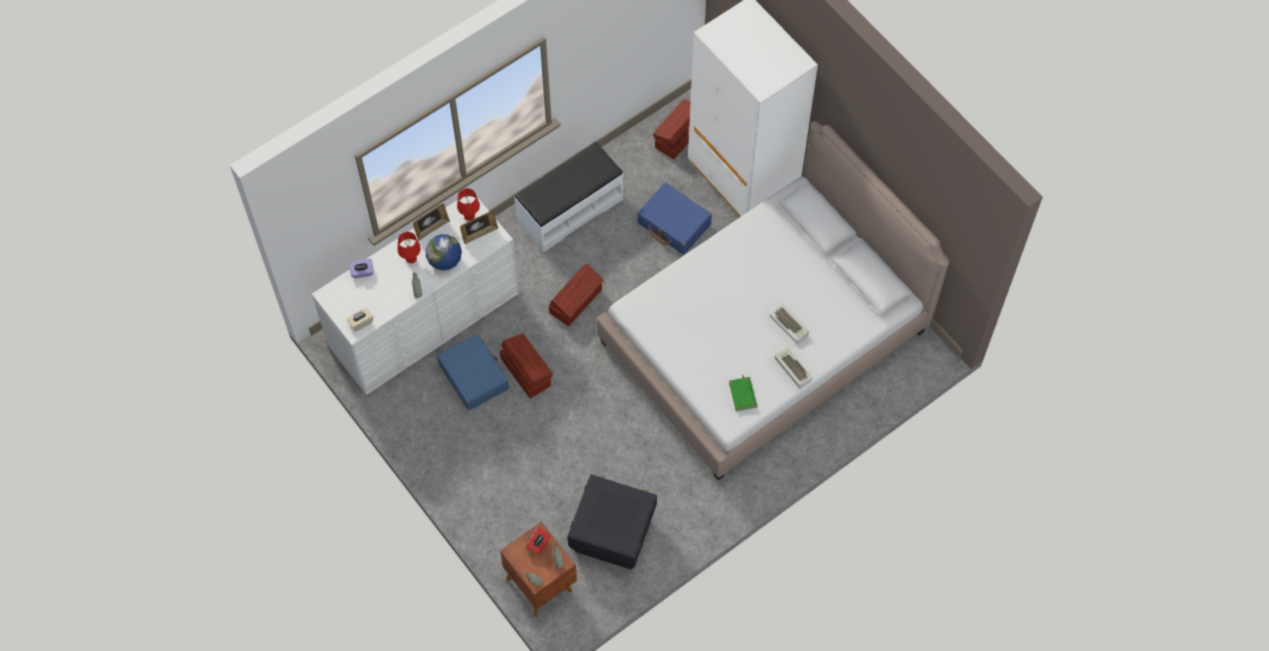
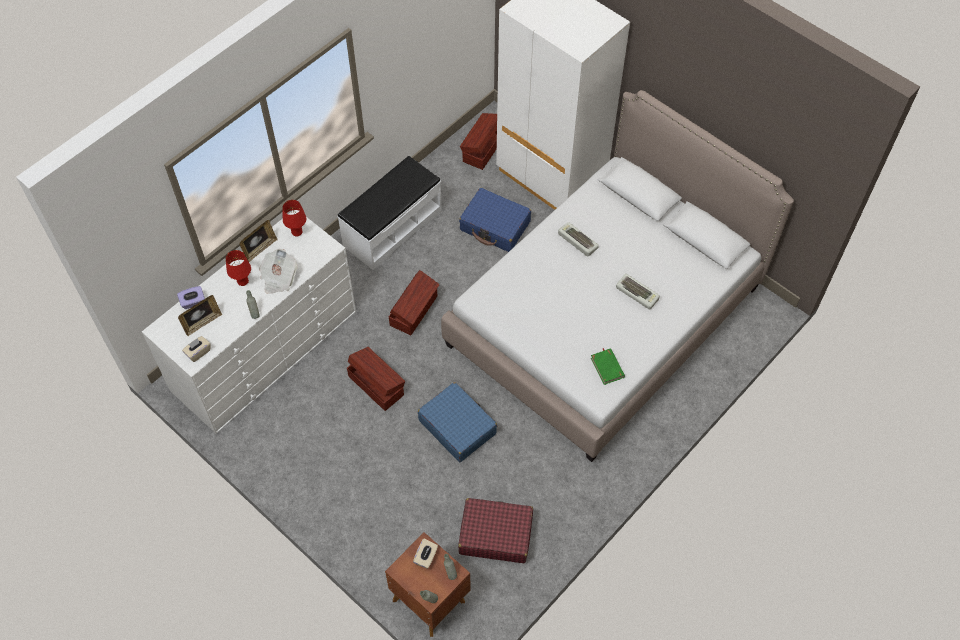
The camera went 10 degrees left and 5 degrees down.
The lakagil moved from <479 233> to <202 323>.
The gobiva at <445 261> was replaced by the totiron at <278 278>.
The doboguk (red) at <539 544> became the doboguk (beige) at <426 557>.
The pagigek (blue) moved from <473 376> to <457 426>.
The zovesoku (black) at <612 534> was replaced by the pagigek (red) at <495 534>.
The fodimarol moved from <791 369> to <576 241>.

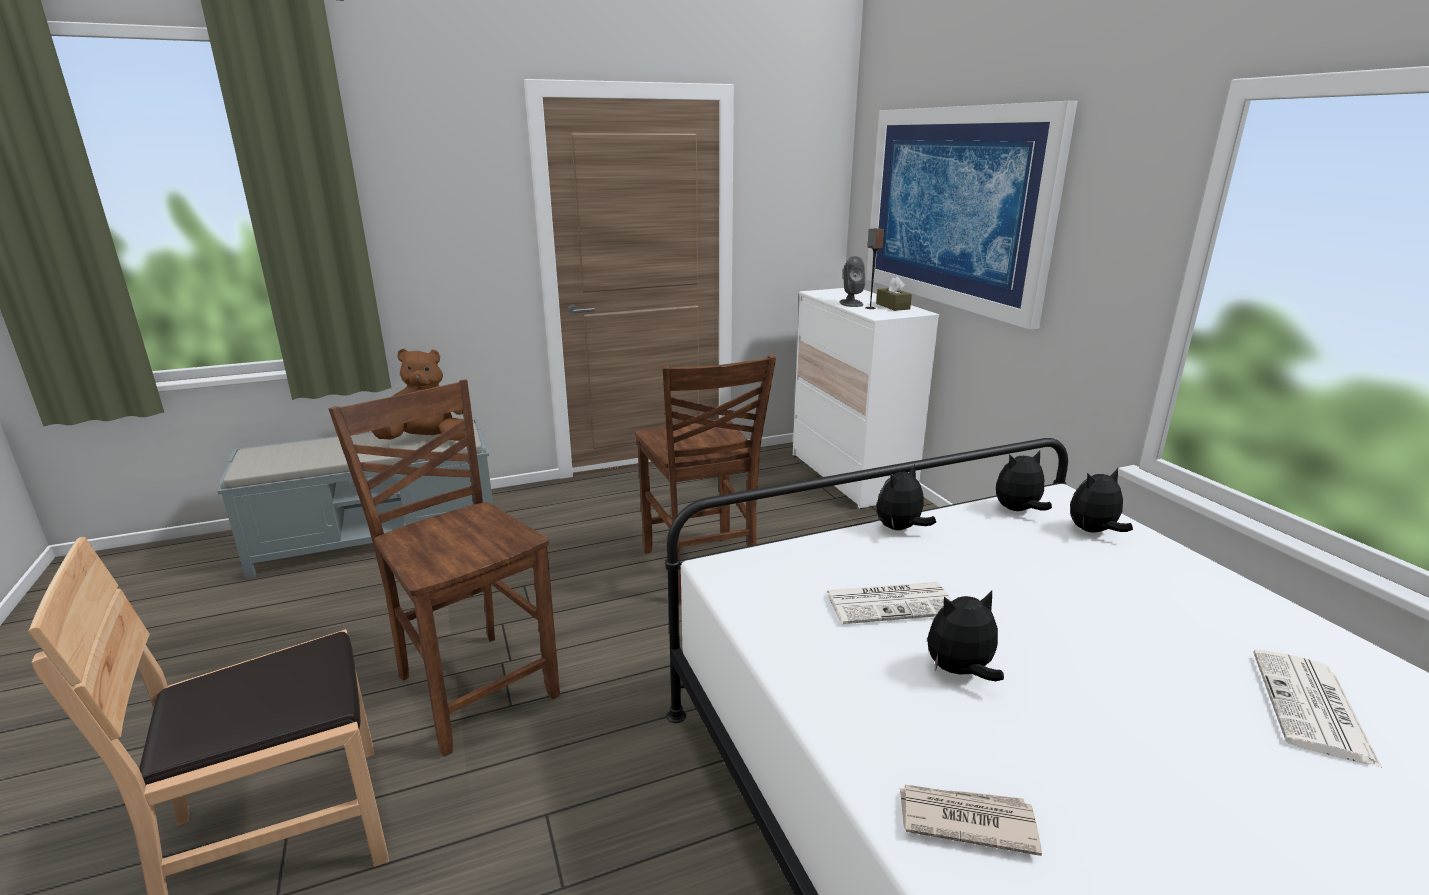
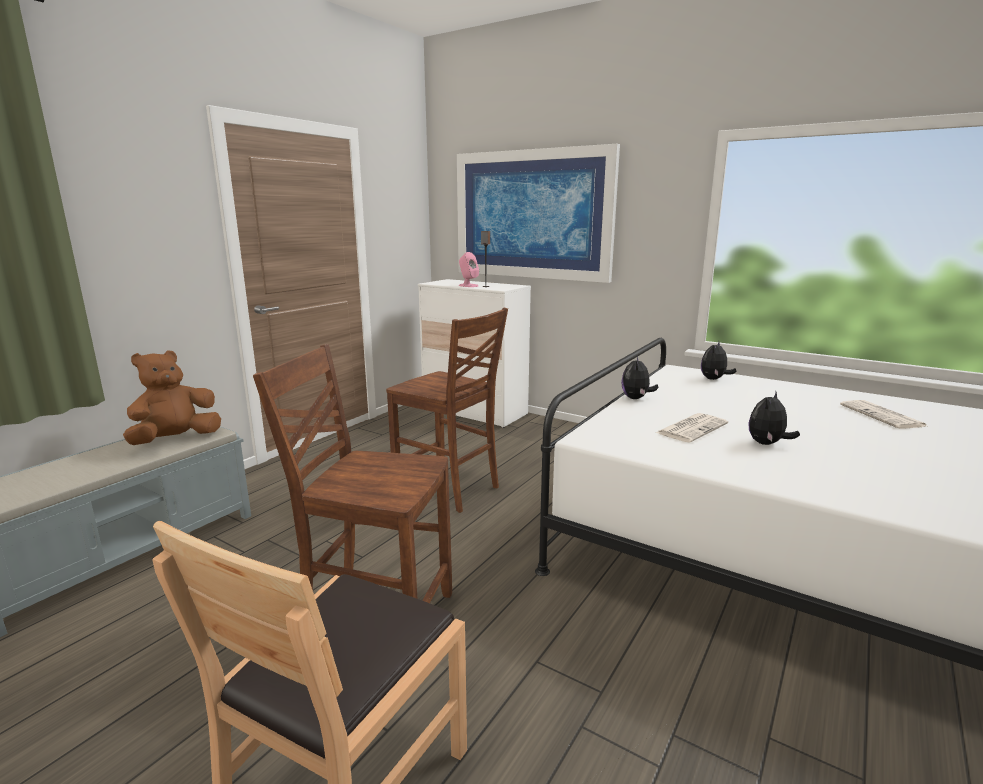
The camera went 35 degrees left and 5 degrees down.
The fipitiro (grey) at <851 303> became the fipitiro (pink) at <468 285>.
The doboguk (brown) at <892 306> disappeared.
The totiron at <965 820> disappeared.
The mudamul at <1018 510> disappeared.

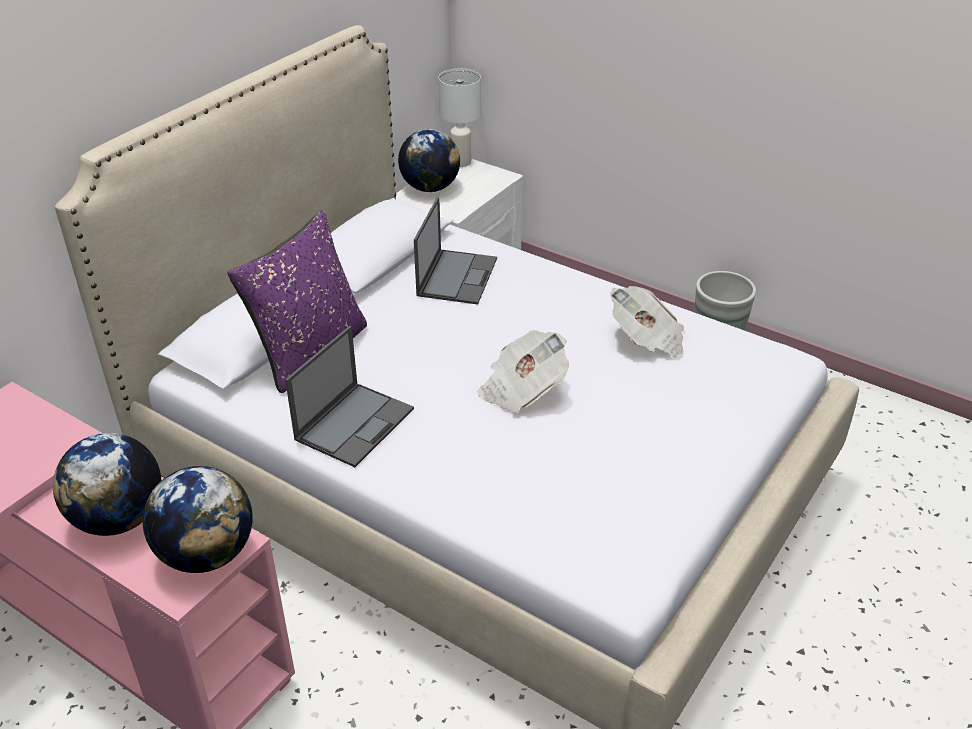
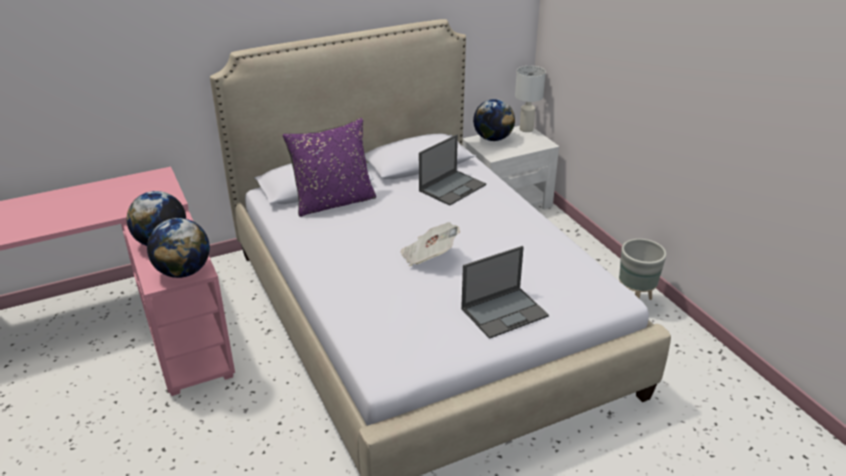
The camera went 30 degrees right and 5 degrees down.
The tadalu moved from <355 423> to <505 312>.
The totiron at <647 340> disappeared.

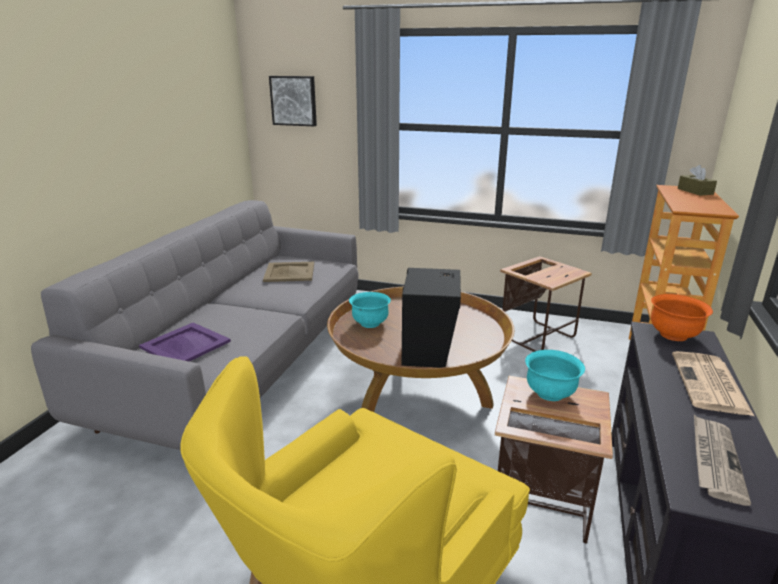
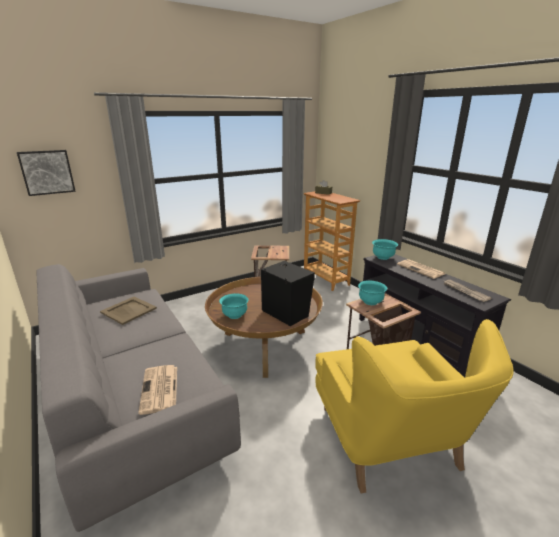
The camera went 50 degrees left and 0 degrees up.
The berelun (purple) at <185 345> was replaced by the totiron at <160 389>.
The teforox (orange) at <674 335> became the teforox (turquoise) at <383 257>.

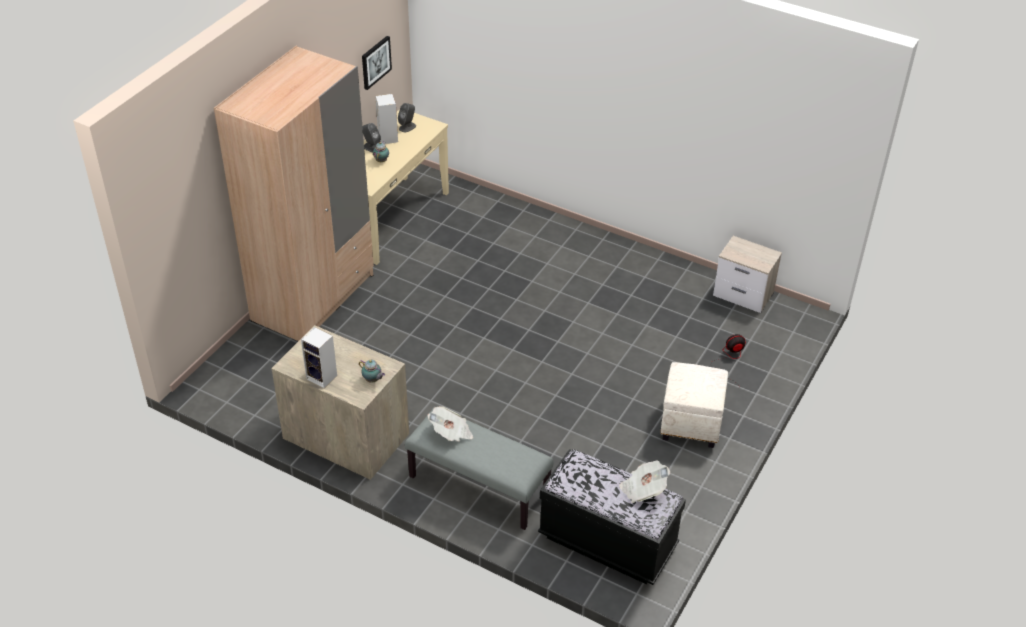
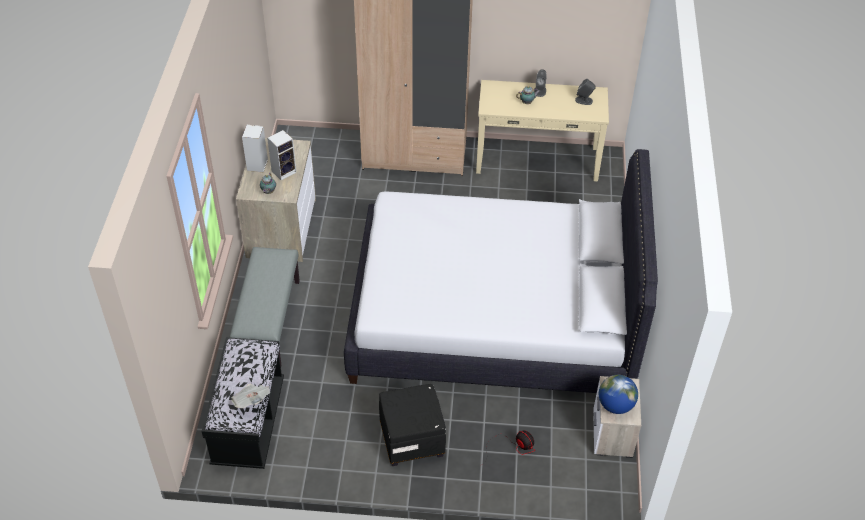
The camera went 65 degrees right and 5 degrees up.
The fipitiro moved from <387 137> to <284 171>.
The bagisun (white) at <492 317> appeared.
The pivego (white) at <691 425> became the pivego (black) at <411 441>.
The gobiva at <615 405> appeared.
The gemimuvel at <375 62> disappeared.
The totiron at <451 433> disappeared.

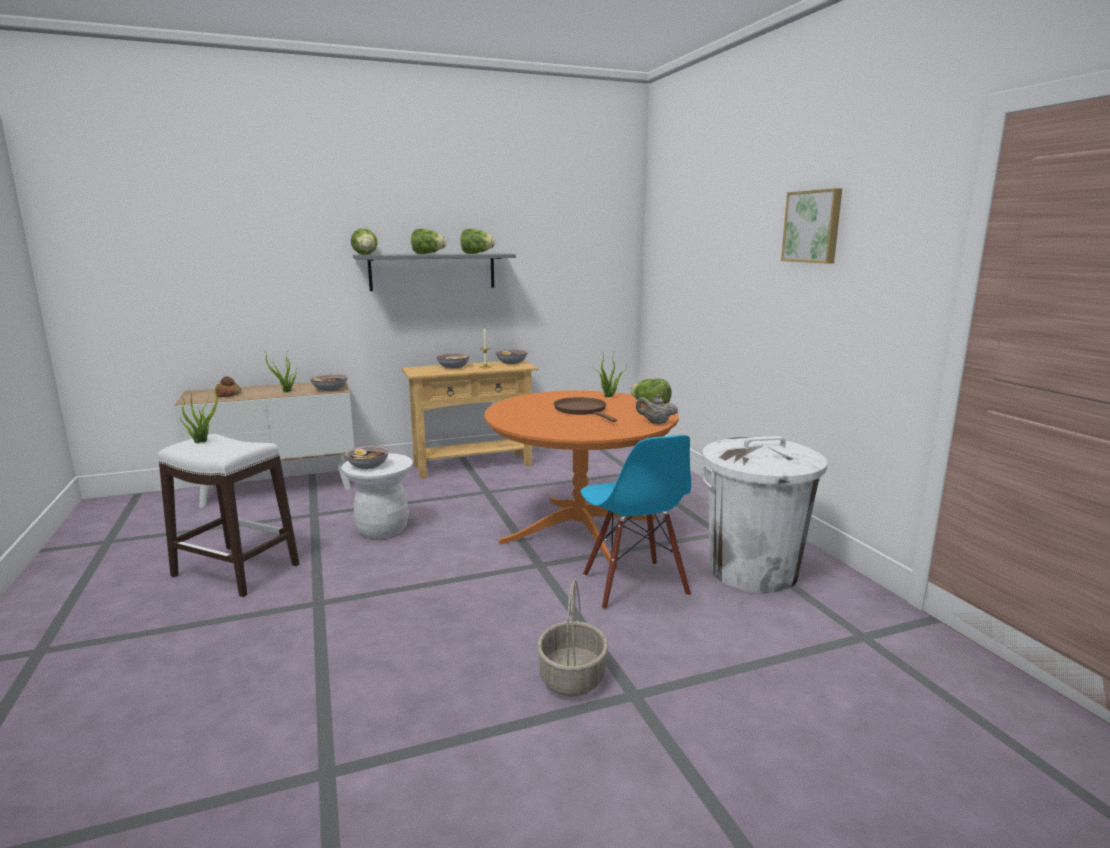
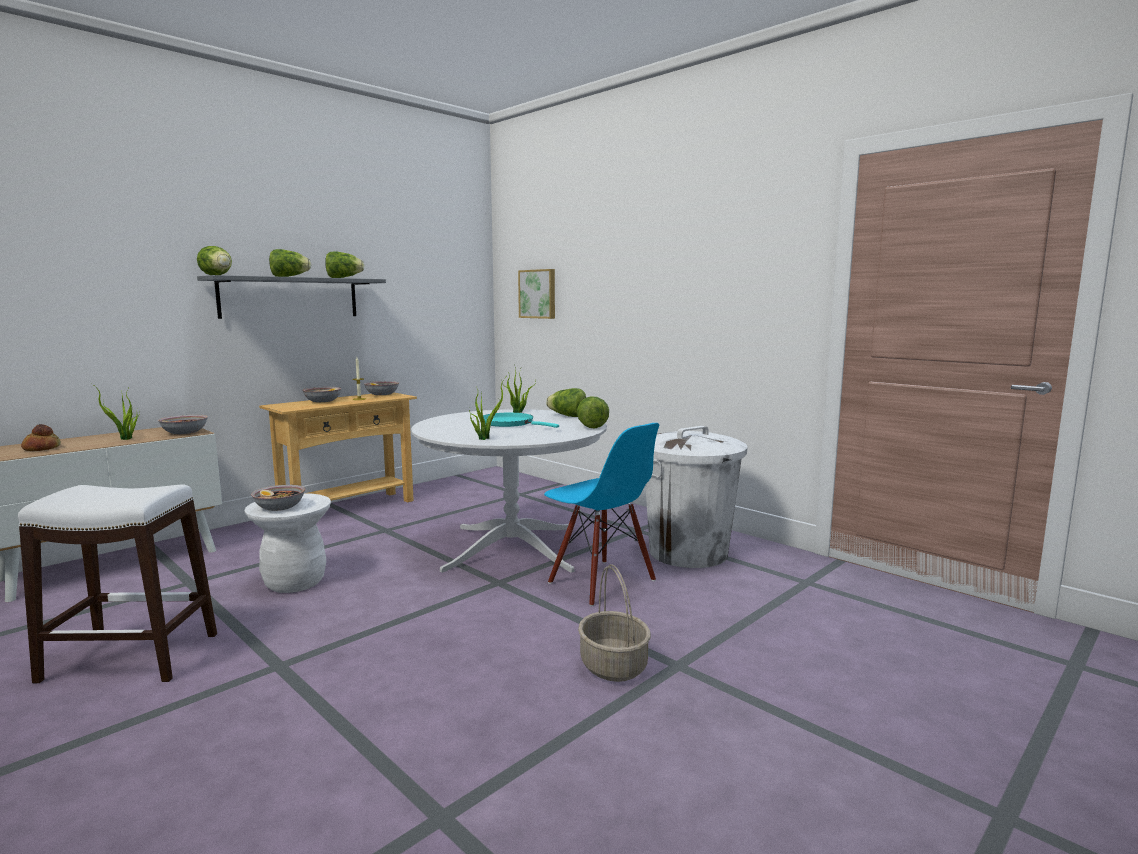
The camera went 25 degrees left and 5 degrees down.
The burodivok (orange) at <579 531> became the burodivok (white) at <512 548>.
The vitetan moved from <202 441> to <484 438>.
The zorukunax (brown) at <582 410> became the zorukunax (turquoise) at <510 423>.
The gemimuvel moved from <813 226> to <538 294>.
The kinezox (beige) at <656 423> was replaced by the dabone at <591 426>.

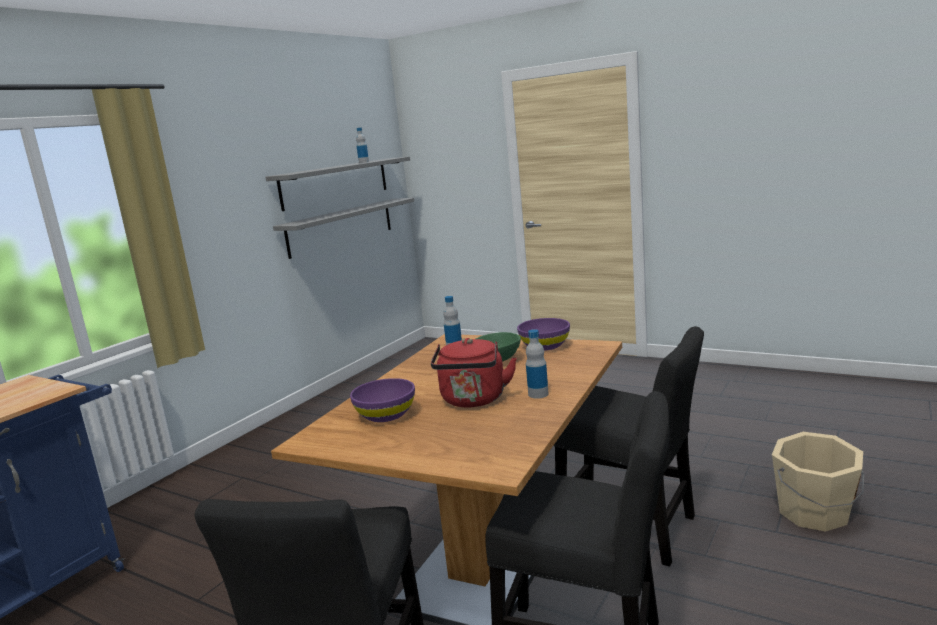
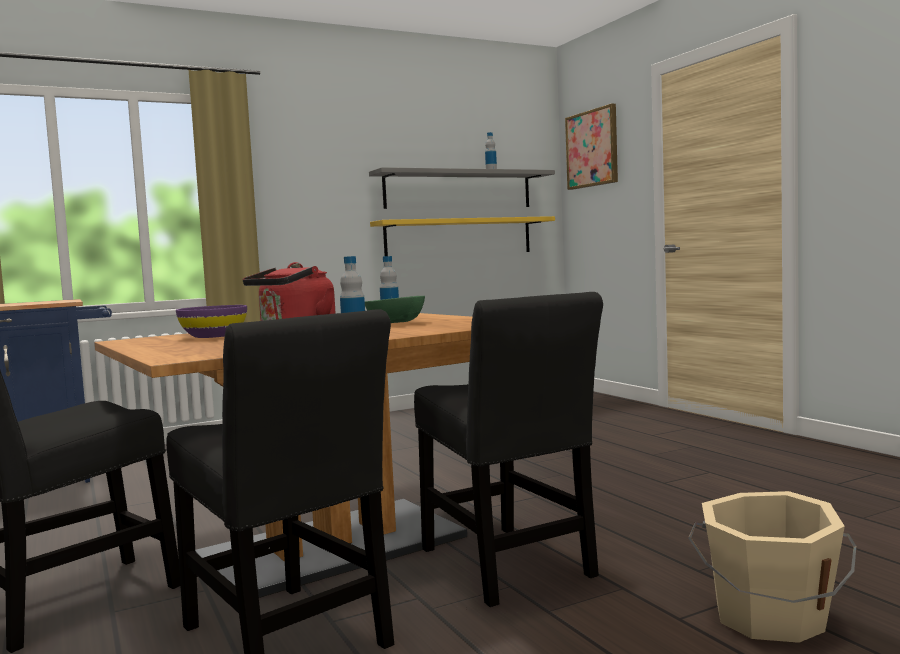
The camera went 30 degrees right and 10 degrees down.
The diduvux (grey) at <341 227> became the diduvux (yellow) at <459 237>.
The gemimuvel at <592 148> appeared.
The teforox (purple) at <544 346> disappeared.

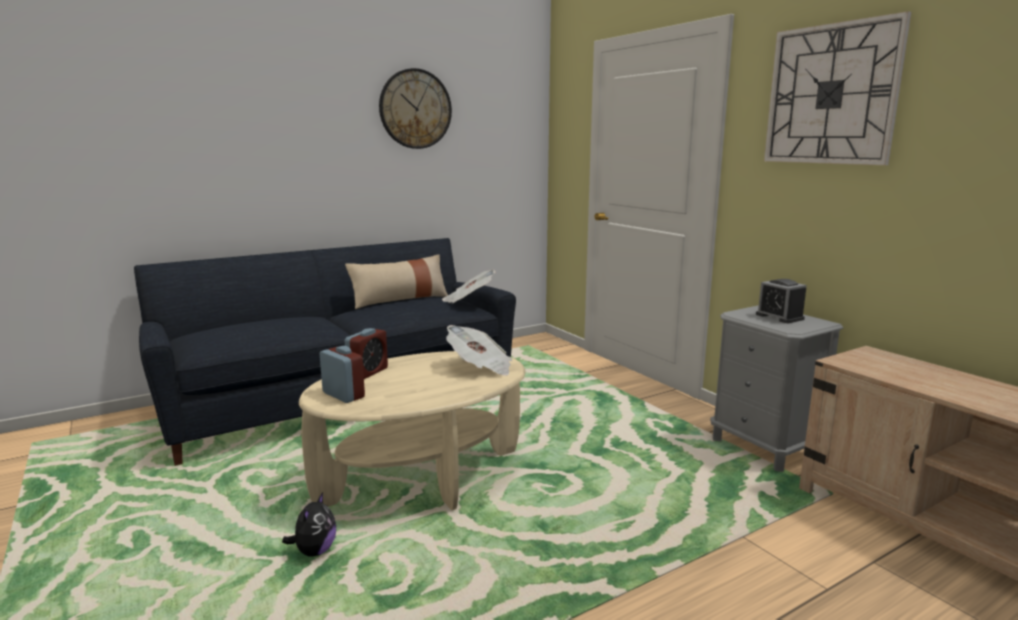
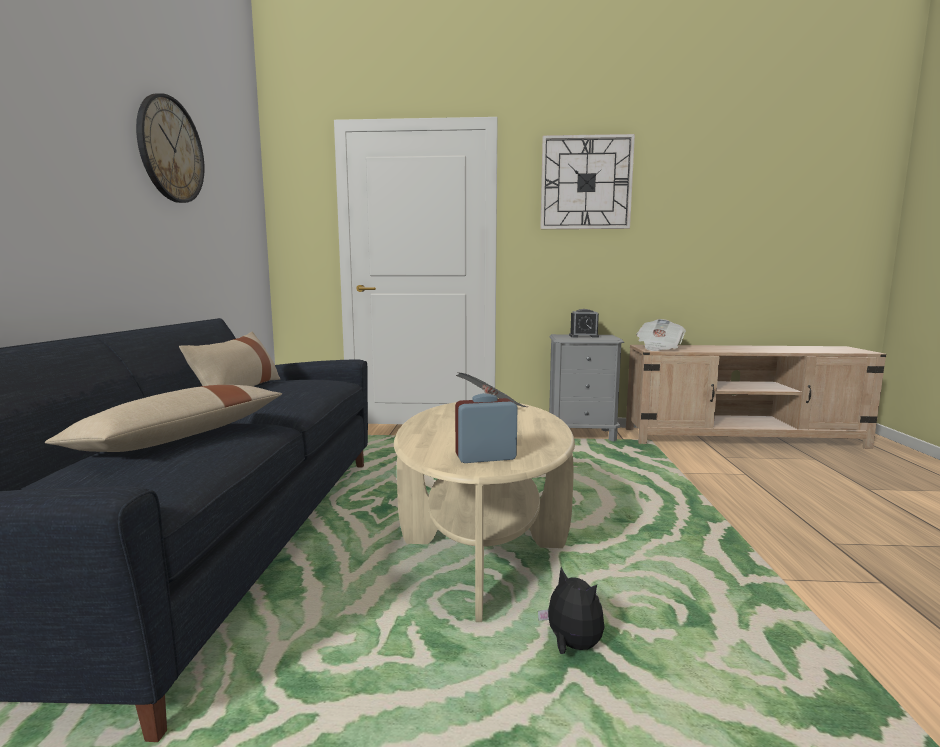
The camera went 55 degrees left and 5 degrees down.
The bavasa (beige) at <181 437> appeared.
The totiron moved from <468 301> to <659 348>.
The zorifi at <367 372> disappeared.

